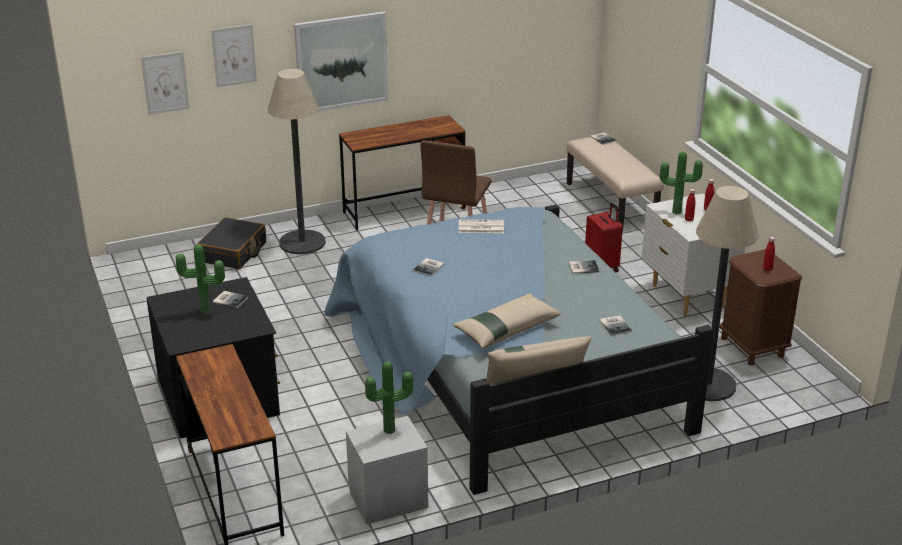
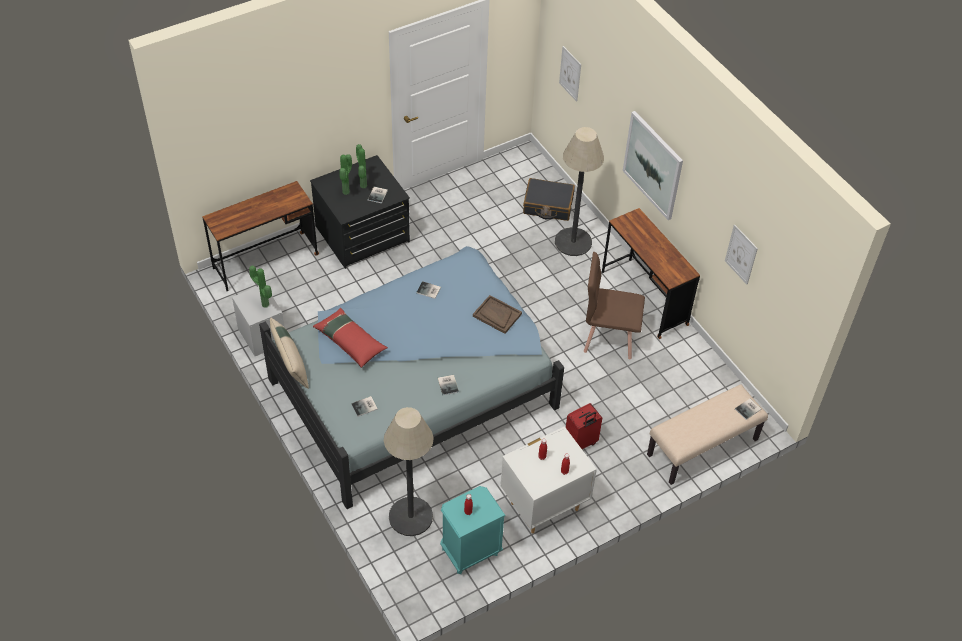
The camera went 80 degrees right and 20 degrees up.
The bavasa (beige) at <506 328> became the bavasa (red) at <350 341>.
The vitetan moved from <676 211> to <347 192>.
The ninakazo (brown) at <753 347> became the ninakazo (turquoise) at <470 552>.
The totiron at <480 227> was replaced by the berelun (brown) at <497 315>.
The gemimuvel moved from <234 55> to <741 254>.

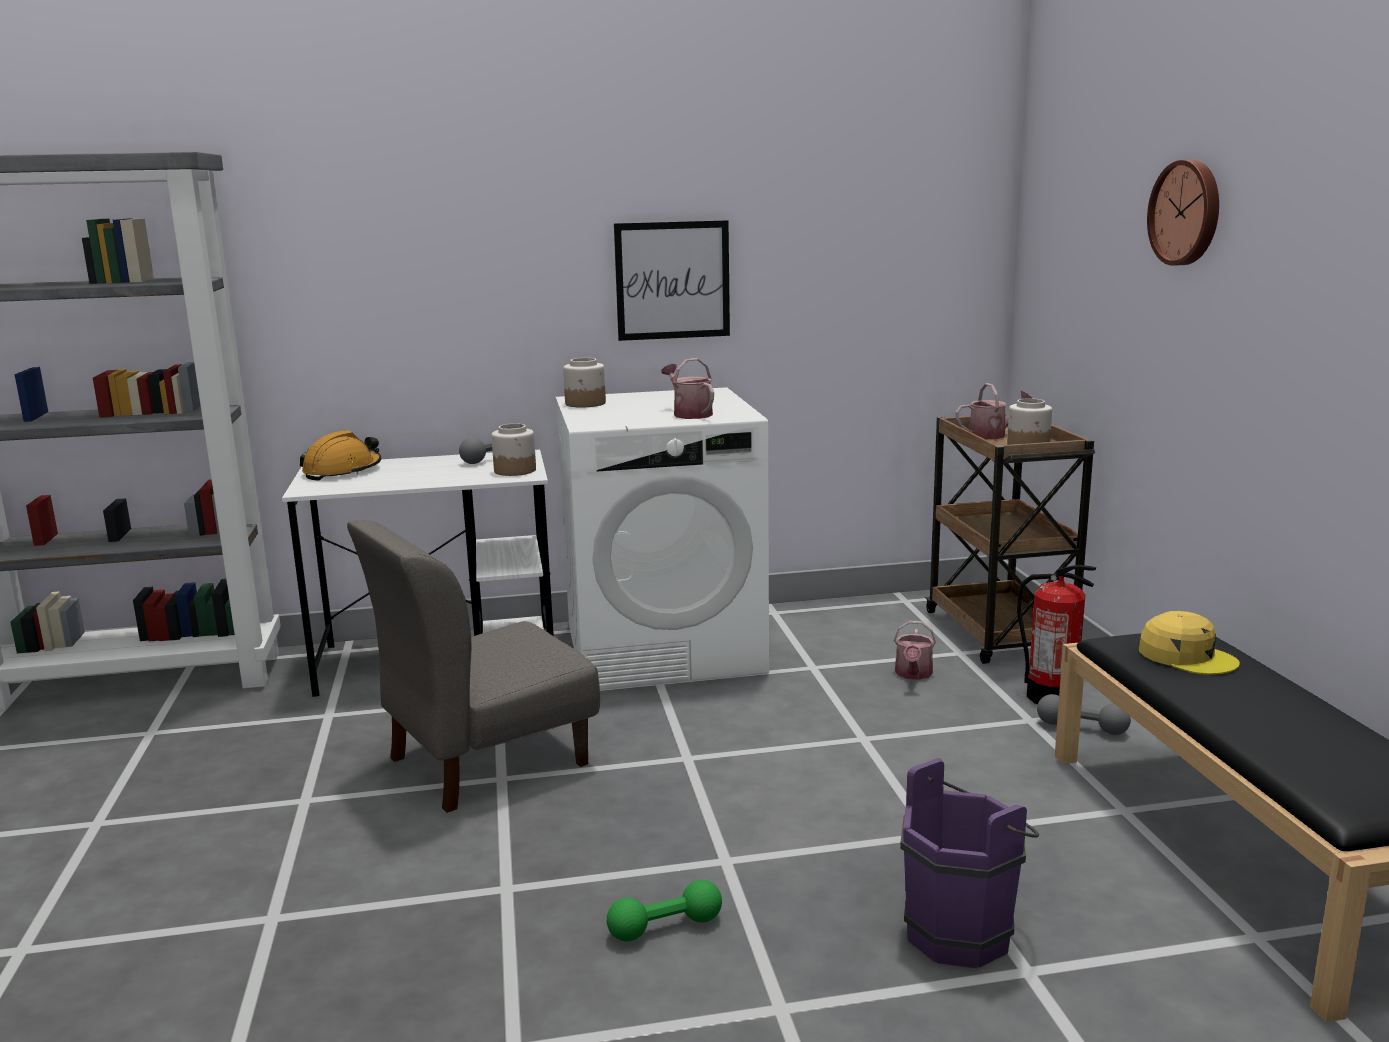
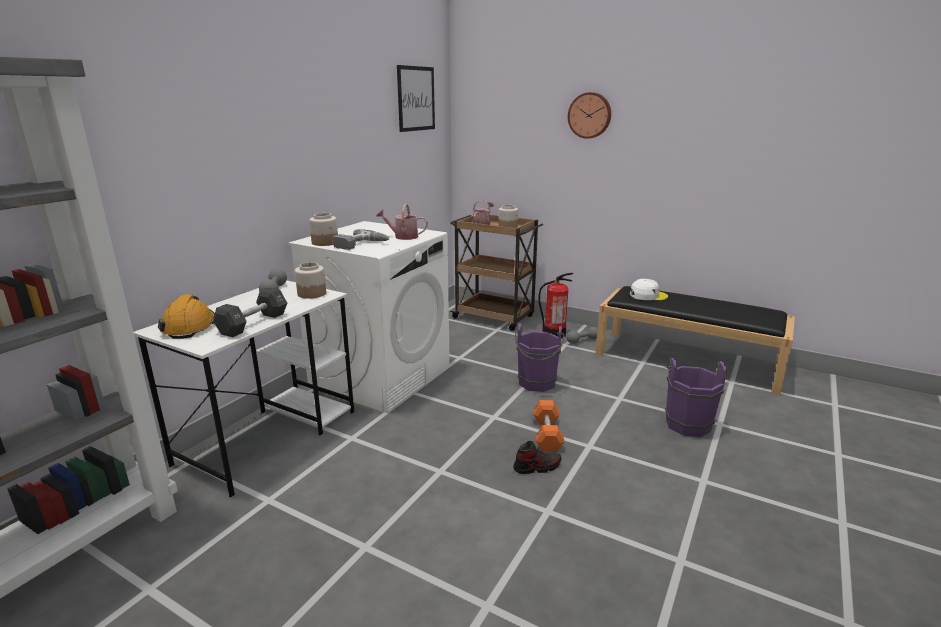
The camera went 50 degrees left and 5 degrees up.
The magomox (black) at <253 323> appeared.
The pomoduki at <361 245> appeared.
The gemimuvel moved from <672 280> to <416 98>.
The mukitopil at <537 467> appeared.
The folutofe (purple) at <536 384> appeared.
The magomox (orange) at <547 434> appeared.
The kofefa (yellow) at <1187 656> became the kofefa (white) at <648 295>.
The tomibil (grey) at <486 761> disappeared.
The magomox (green) at <665 927> disappeared.
The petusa at <913 674> disappeared.

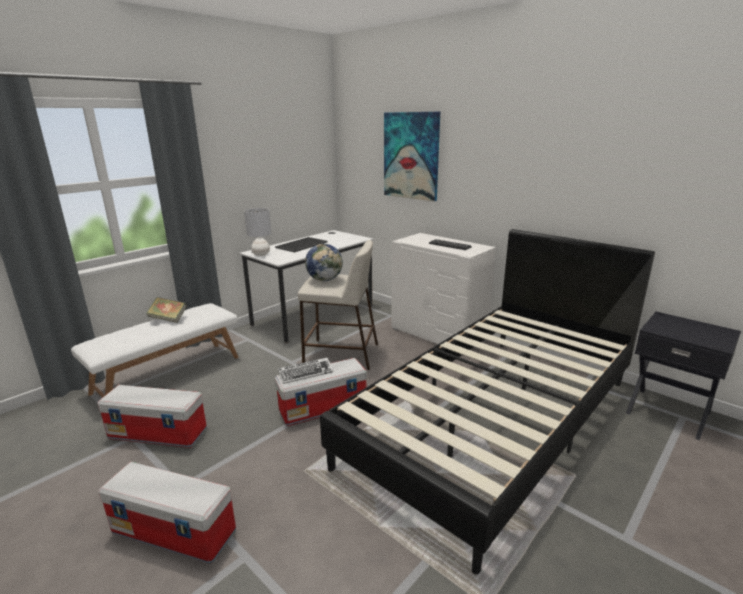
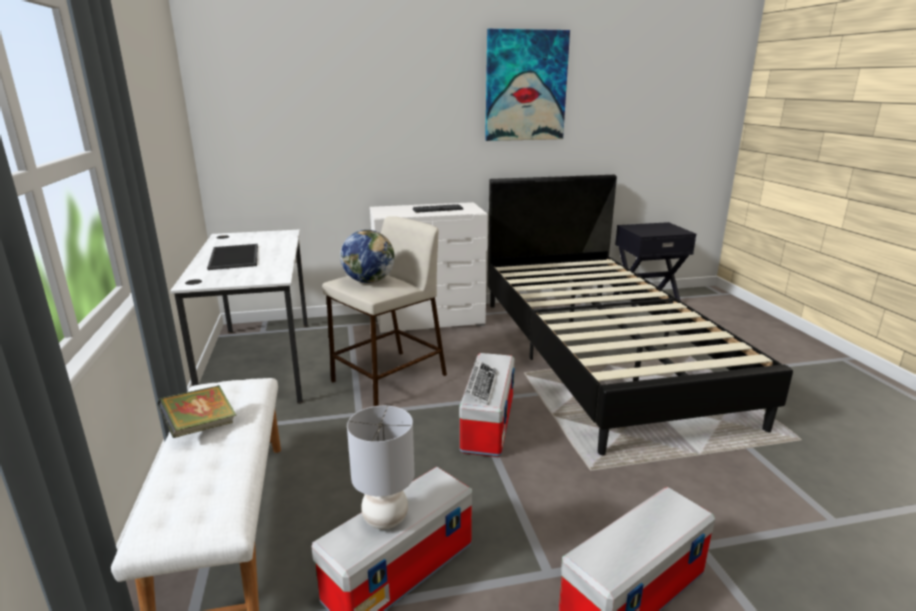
The camera went 55 degrees left and 0 degrees up.
The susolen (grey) moved from <261 254> to <386 519>.
The gemimuvel moved from <411 156> to <526 86>.

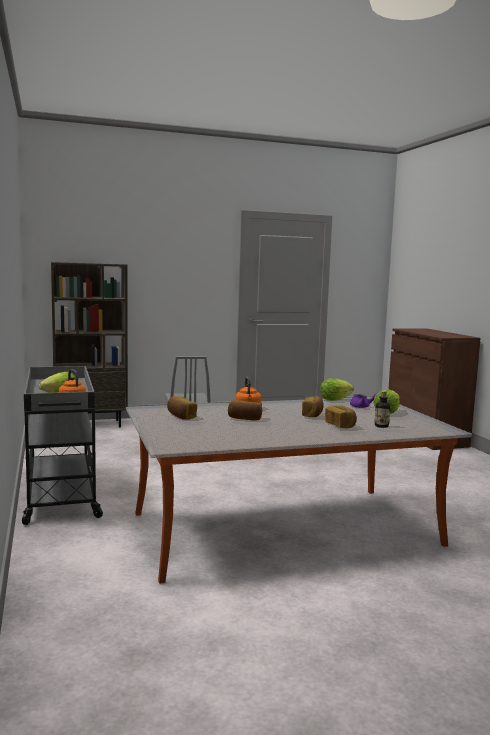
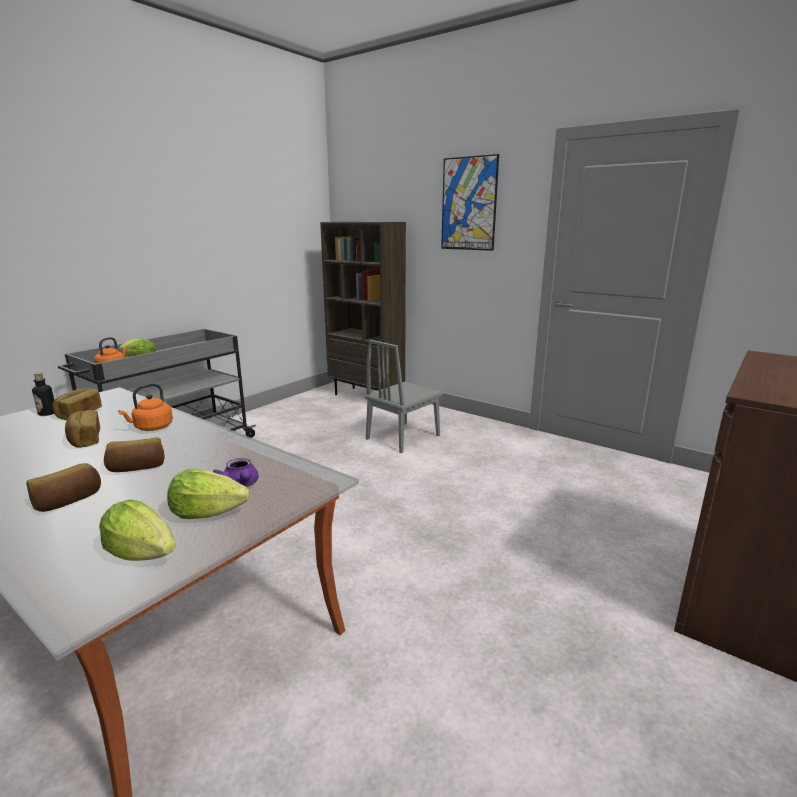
The camera went 55 degrees right and 10 degrees up.
The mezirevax moved from <381 426> to <47 413>.
The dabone moved from <334 400> to <142 553>.
The gemimuvel at <468 204> appeared.

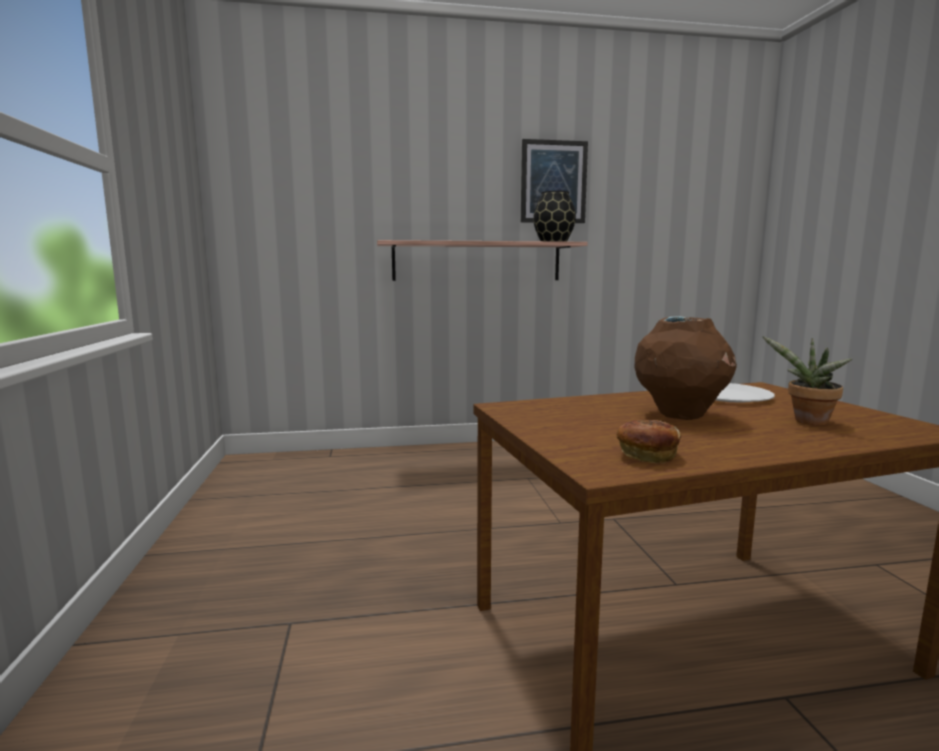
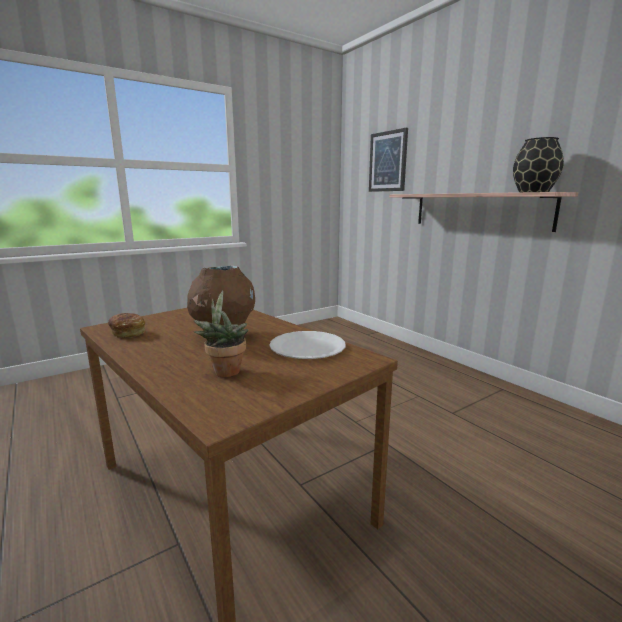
The camera went 65 degrees right and 5 degrees up.
The gemimuvel moved from <553 182> to <388 161>.

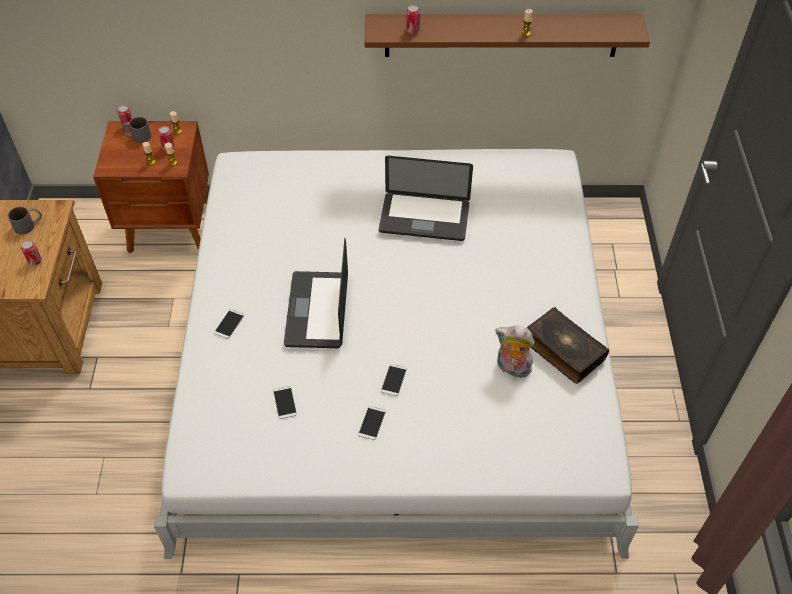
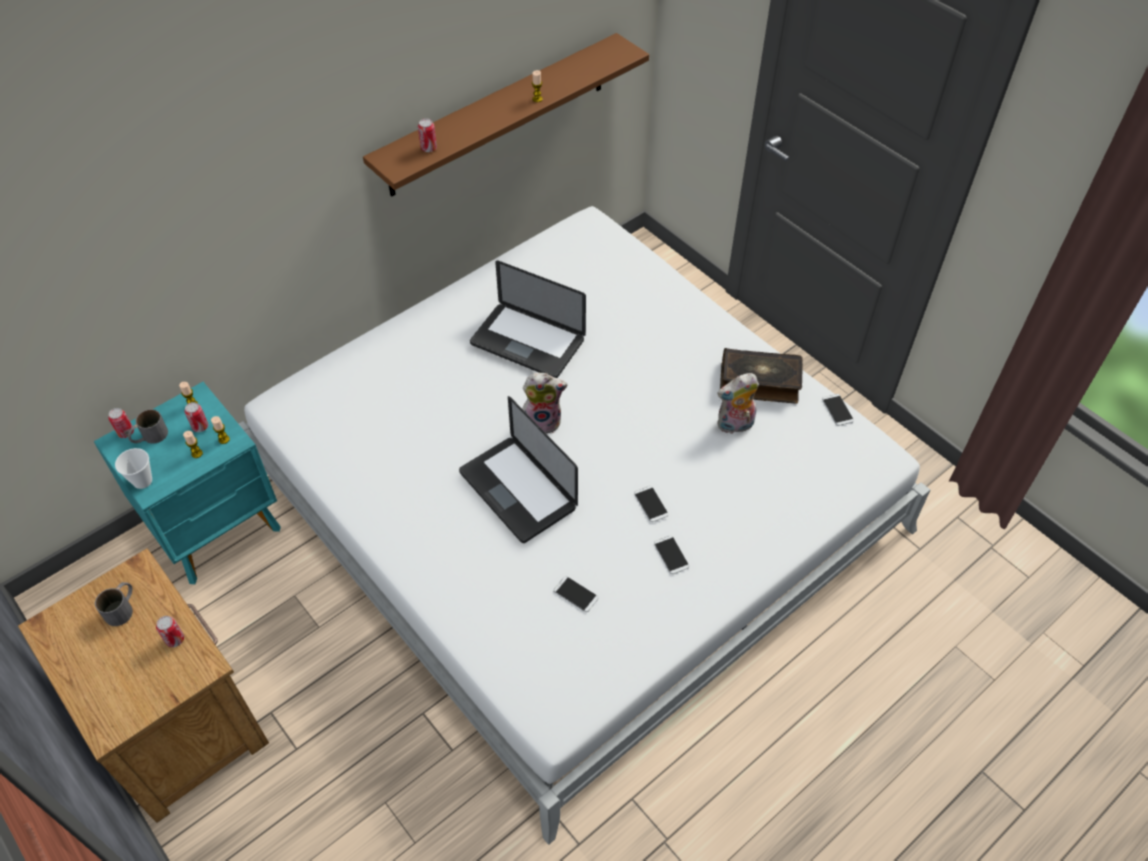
The camera went 40 degrees left and 0 degrees up.
The ninakazo (brown) at <171 229> became the ninakazo (turquoise) at <218 528>.
The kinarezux at <142 481> appeared.
The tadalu at <424 218> turned 60 degrees clockwise.
The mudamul at <543 421> appeared.
The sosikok moved from <229 324> to <837 410>.

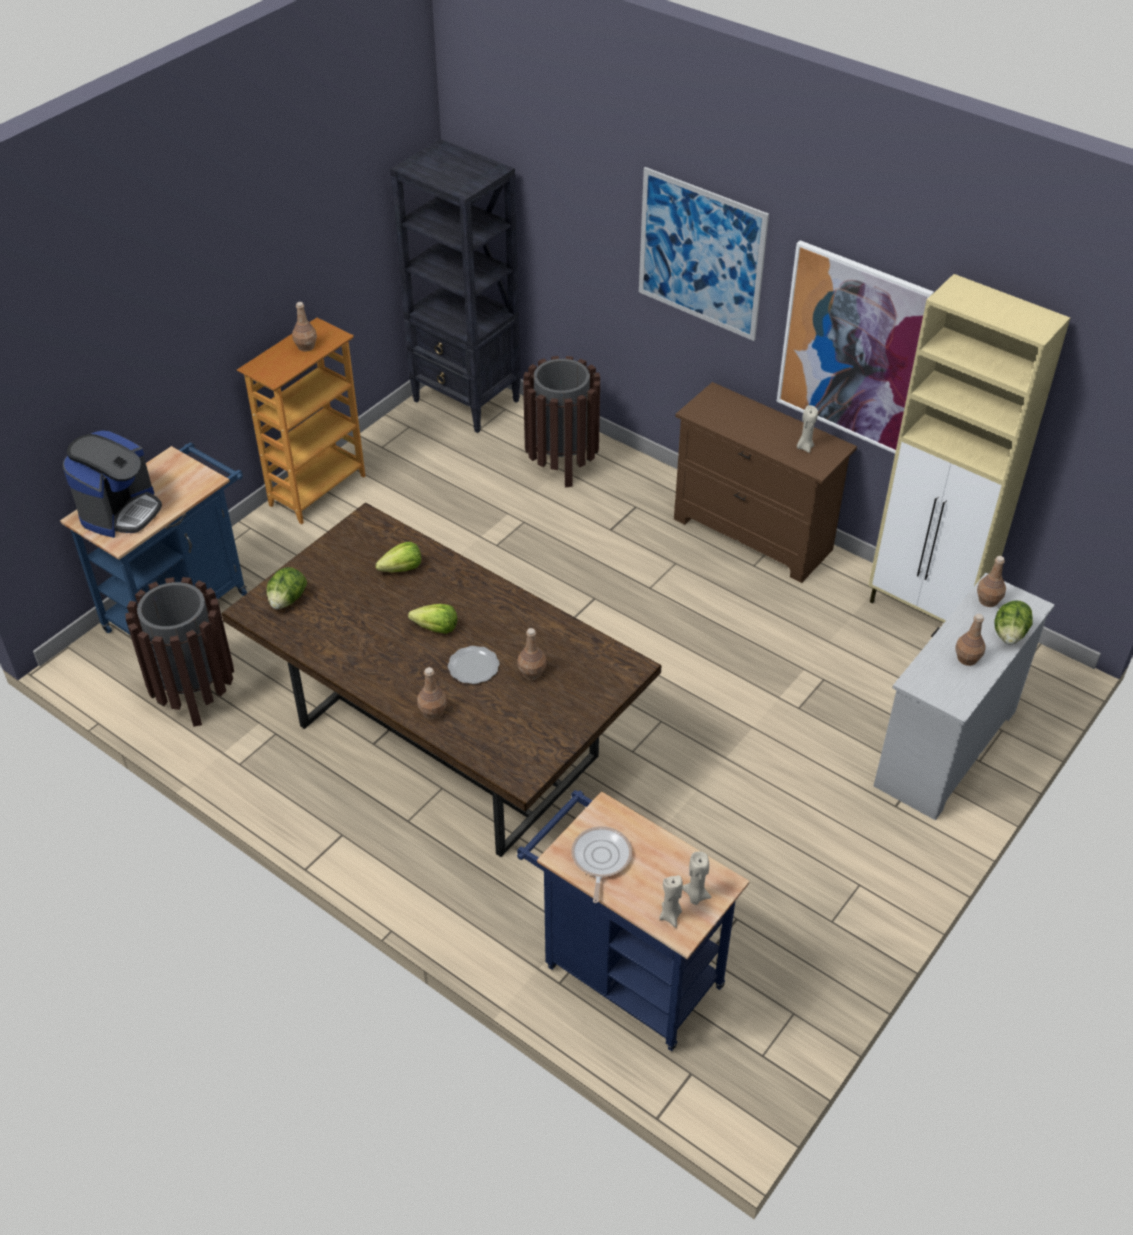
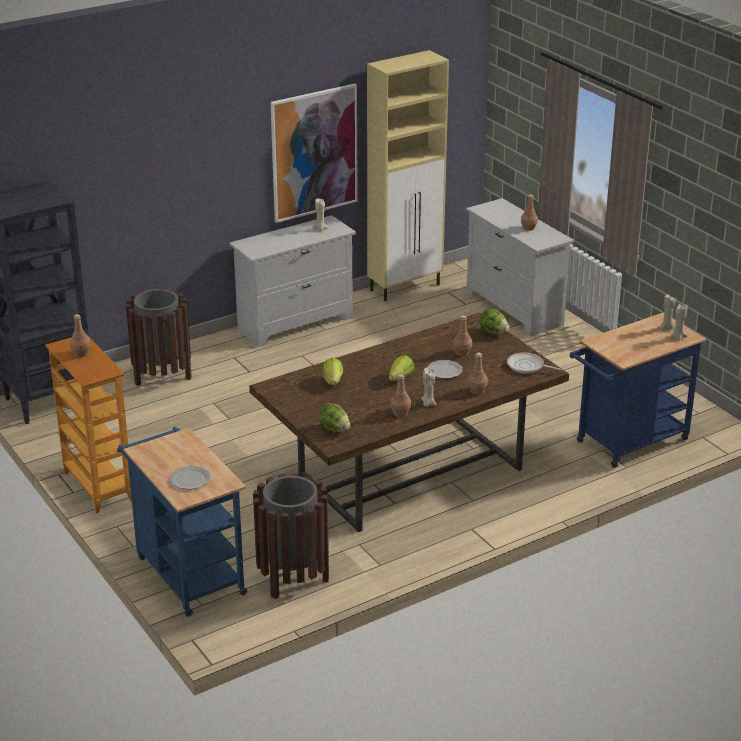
The camera went 70 degrees left and 15 degrees down.
The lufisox at <120 511> was replaced by the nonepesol at <190 479>.
The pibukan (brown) at <753 534> became the pibukan (white) at <296 323>.
The mezirevax (brown) moved from <988 600> to <400 413>.
The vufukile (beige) at <428 404> appeared.
The dabone moved from <1009 634> to <493 332>.
The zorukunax moved from <600 859> to <527 366>.
The gemimuvel at <701 254> disappeared.

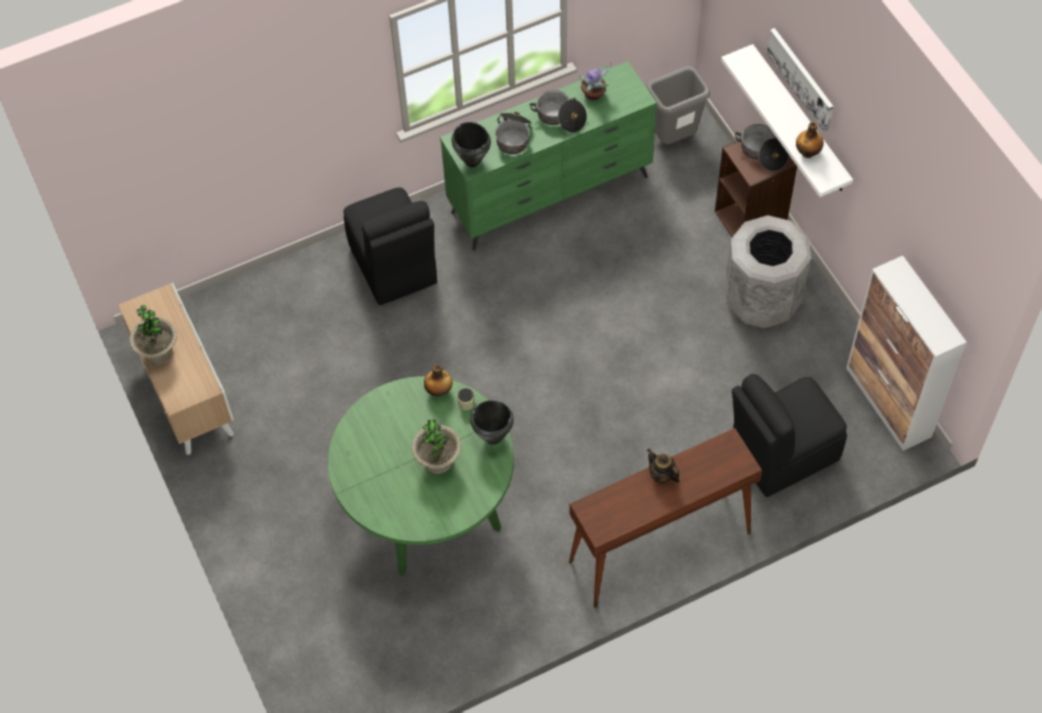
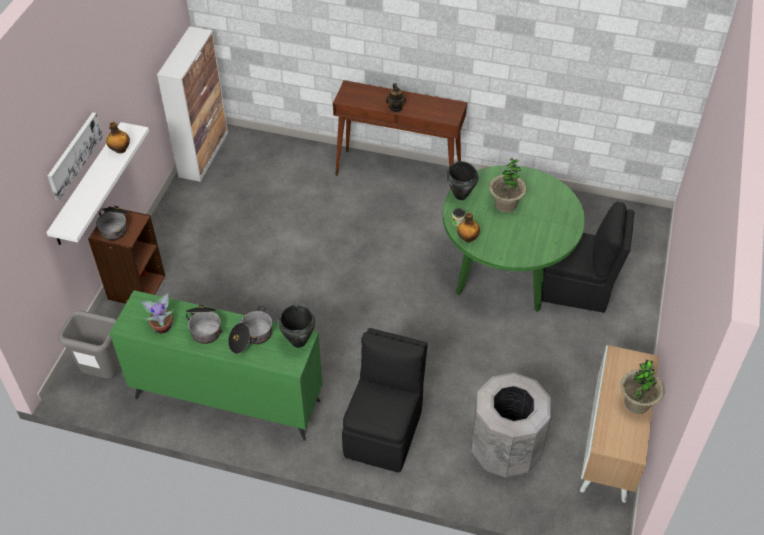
The camera went 140 degrees left and 10 degrees down.
The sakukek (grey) moved from <761 300> to <505 451>.
The tomibil (black) moved from <781 454> to <576 288>.

